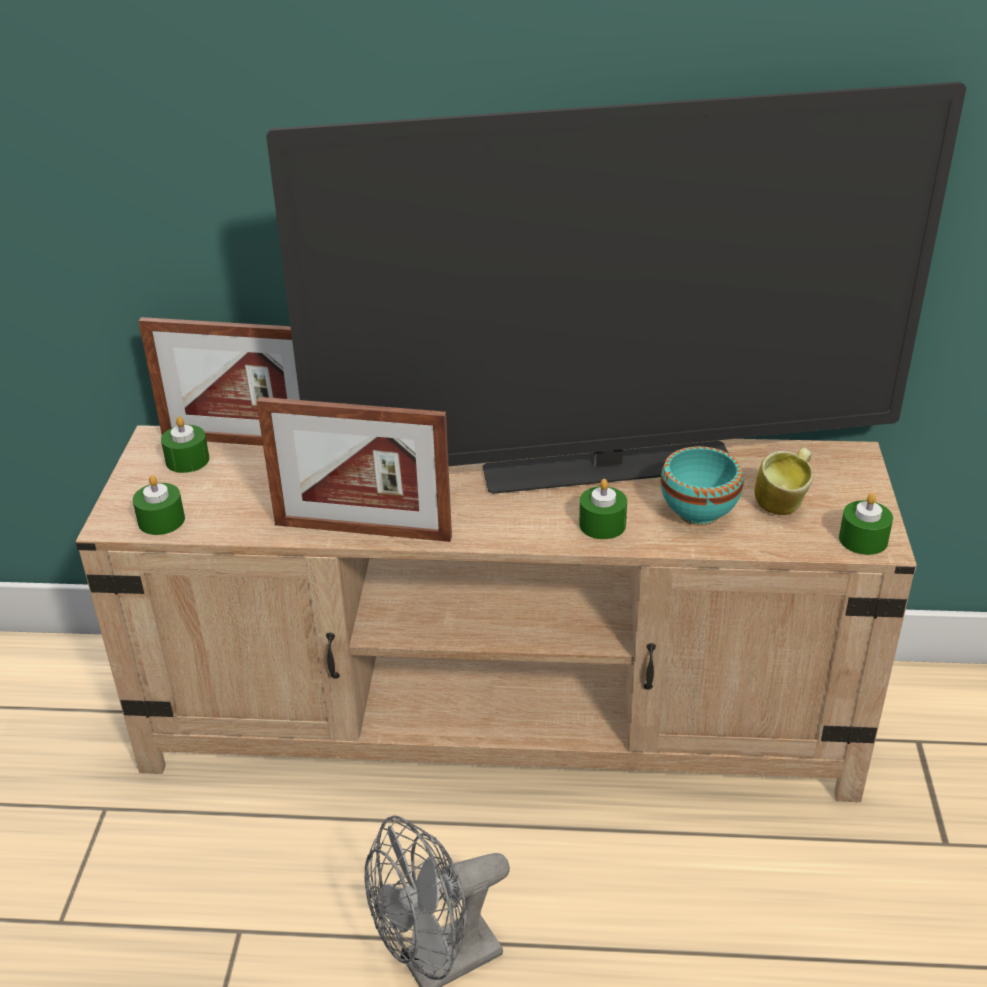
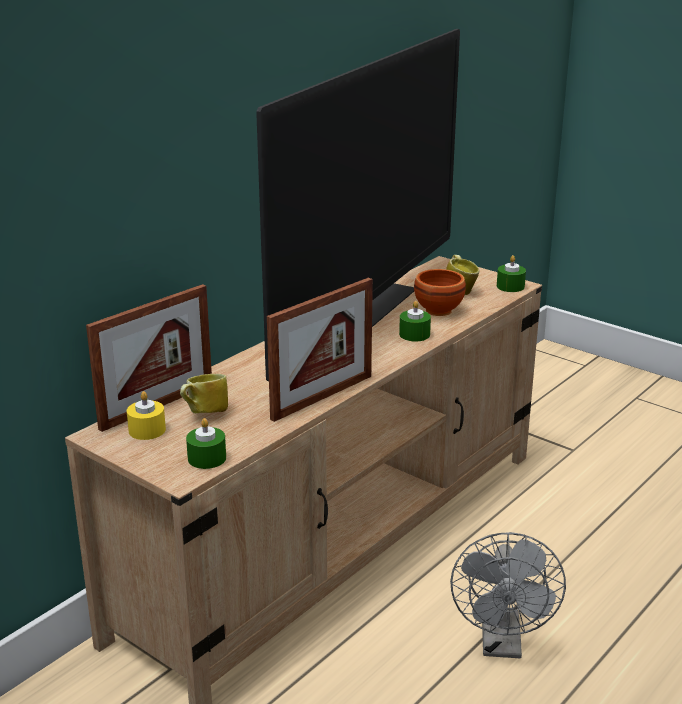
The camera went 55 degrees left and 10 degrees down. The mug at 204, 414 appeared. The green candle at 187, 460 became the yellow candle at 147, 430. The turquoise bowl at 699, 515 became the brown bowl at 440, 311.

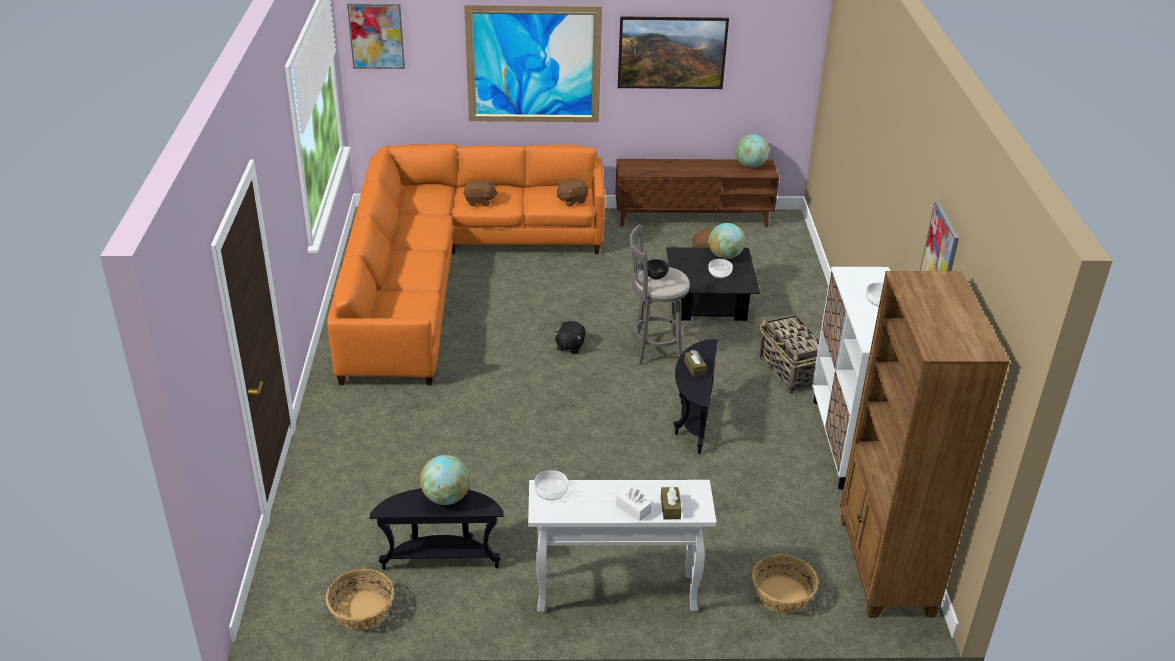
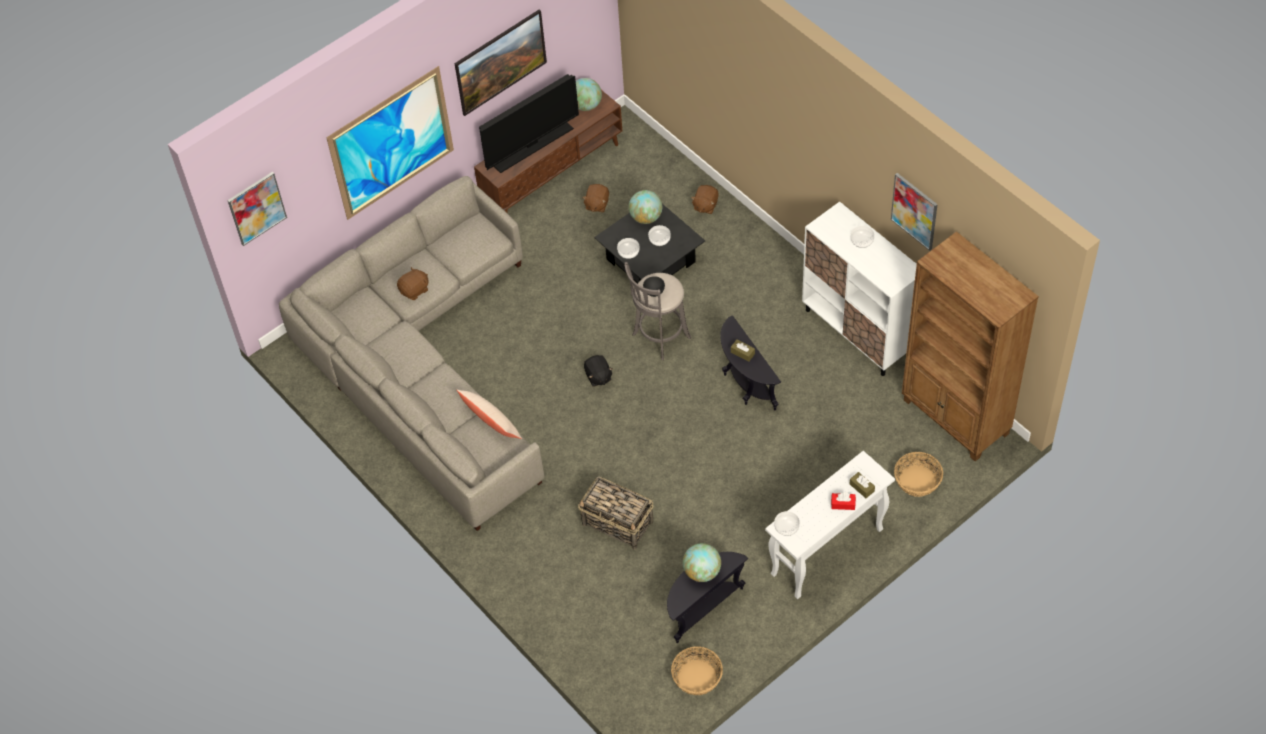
The camera went 35 degrees left and 20 degrees up. The beige pillow at 491, 423 appeared. The television at 532, 146 appeared. The bowl at 628, 252 appeared. The brown plush toy moved from 571, 200 to 705, 205. The basket moved from 790, 371 to 618, 523. The orange sofa at 447, 271 became the grey sofa at 424, 366. The white tissue box at 633, 509 became the red tissue box at 843, 504.

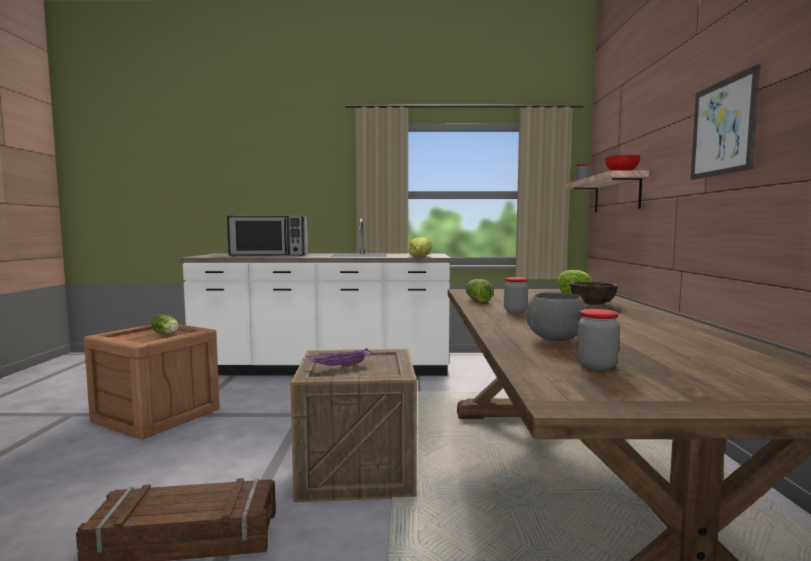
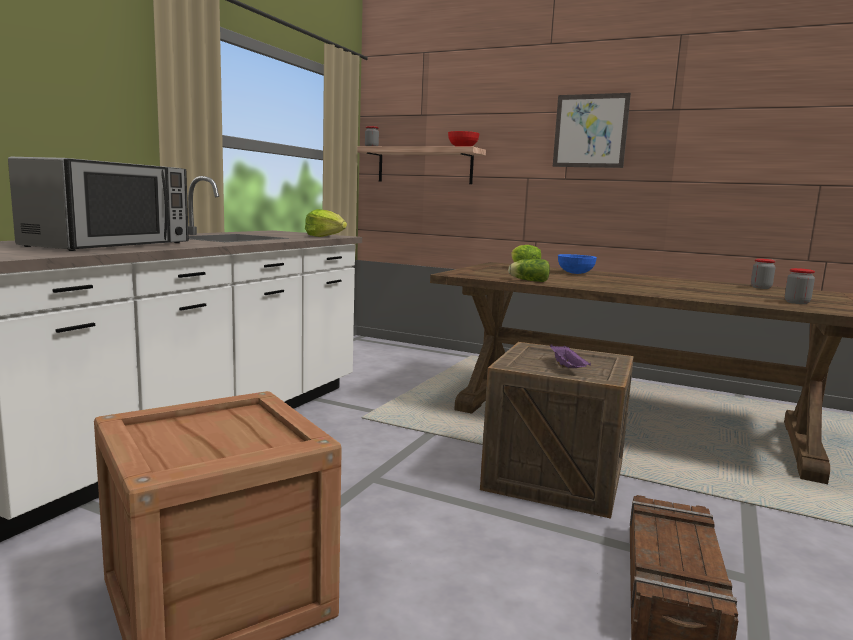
The camera went 65 degrees left and 5 degrees up. The lettuce at 167, 334 disappeared. The grey bowl at 554, 339 disappeared. The jar moved from 515, 311 to 761, 287. The brown bowl at 592, 304 became the blue bowl at 575, 273.

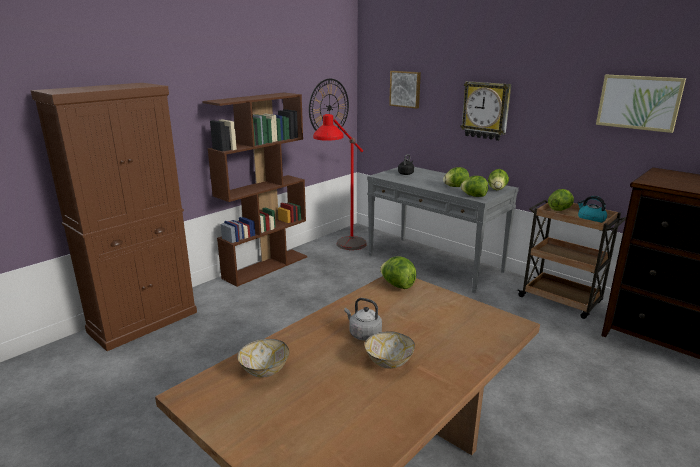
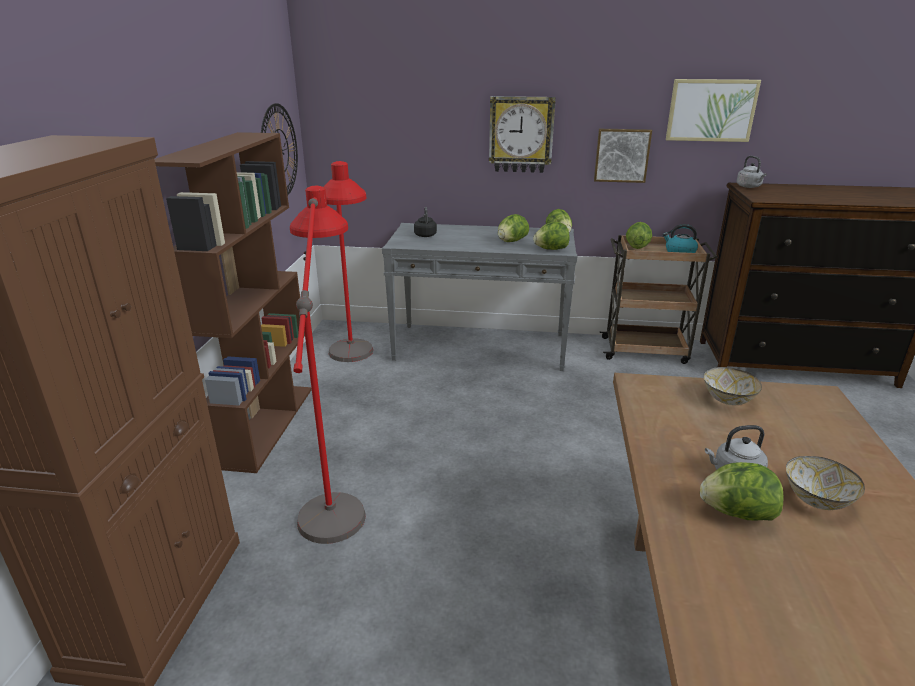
The camera went 35 degrees left and 5 degrees up. The red floor lamp at 336, 487 appeared. The grey kettle at 749, 187 appeared. The bowl moved from 264, 371 to 728, 400. The lettuce moved from 397, 285 to 736, 513. The picture moved from 405, 89 to 621, 155.

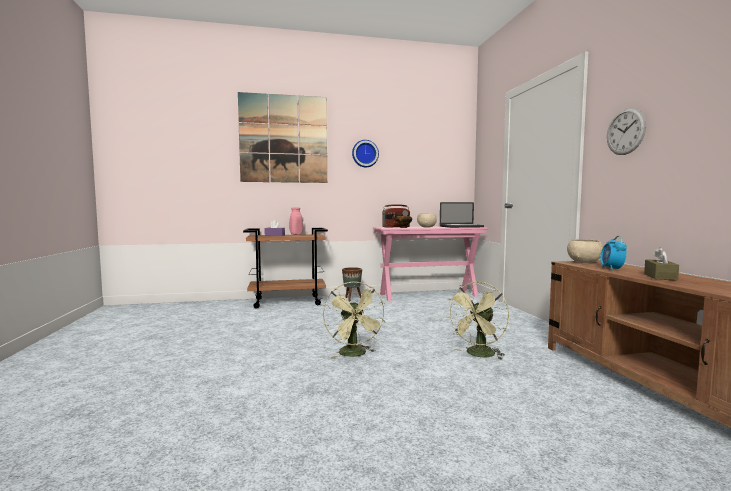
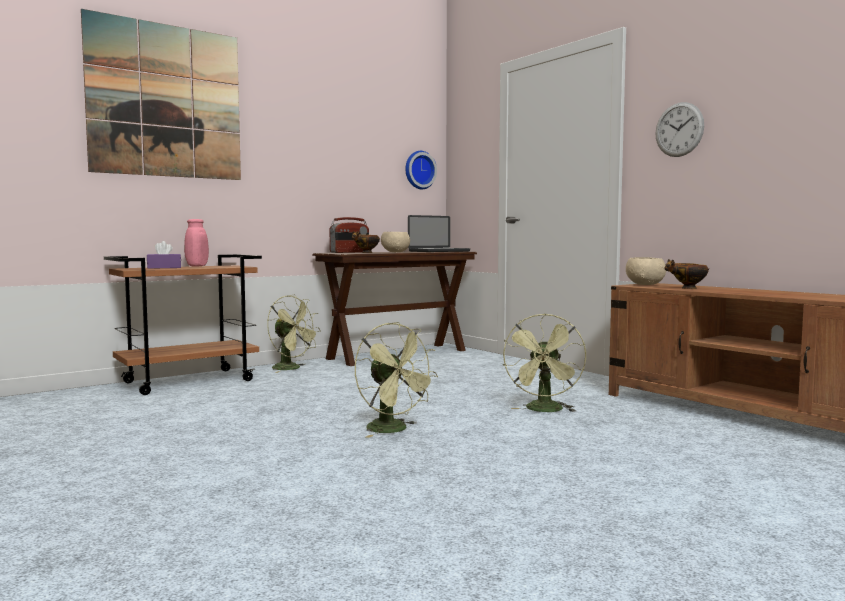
The camera went 25 degrees left and 0 degrees up. The brown tissue box at 660, 277 disappeared. The wall clock moved from 365, 154 to 419, 170. The brown planter at 352, 299 was replaced by the green fan at 292, 368. The alarm clock at 612, 269 was replaced by the bowl at 687, 288. The pink console table at 428, 295 became the brown console table at 398, 354.

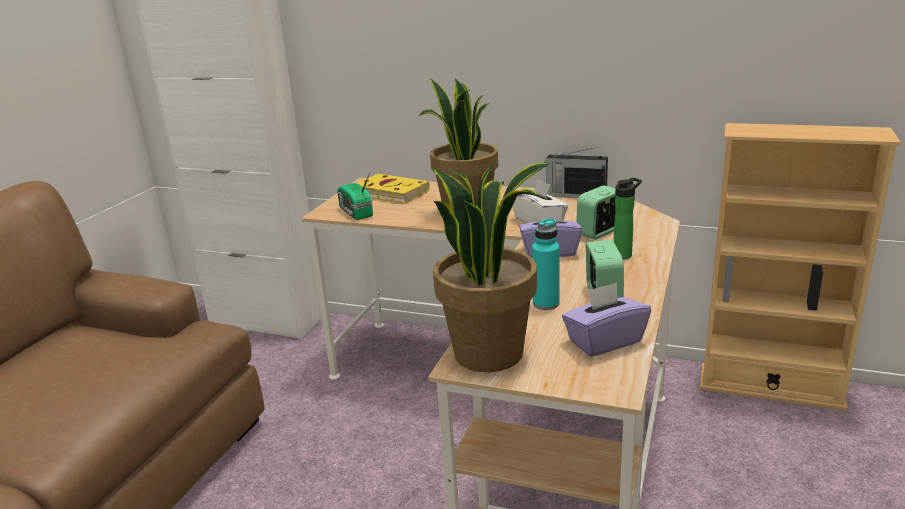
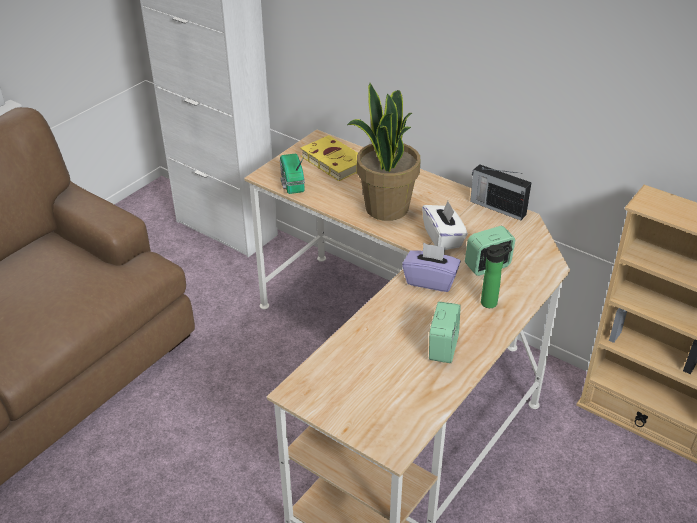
The camera went 15 degrees right and 15 degrees up. The potted plant at 489, 352 disappeared. The turquoise bottle at 546, 304 disappeared. The purple tissue box at 604, 341 disappeared.

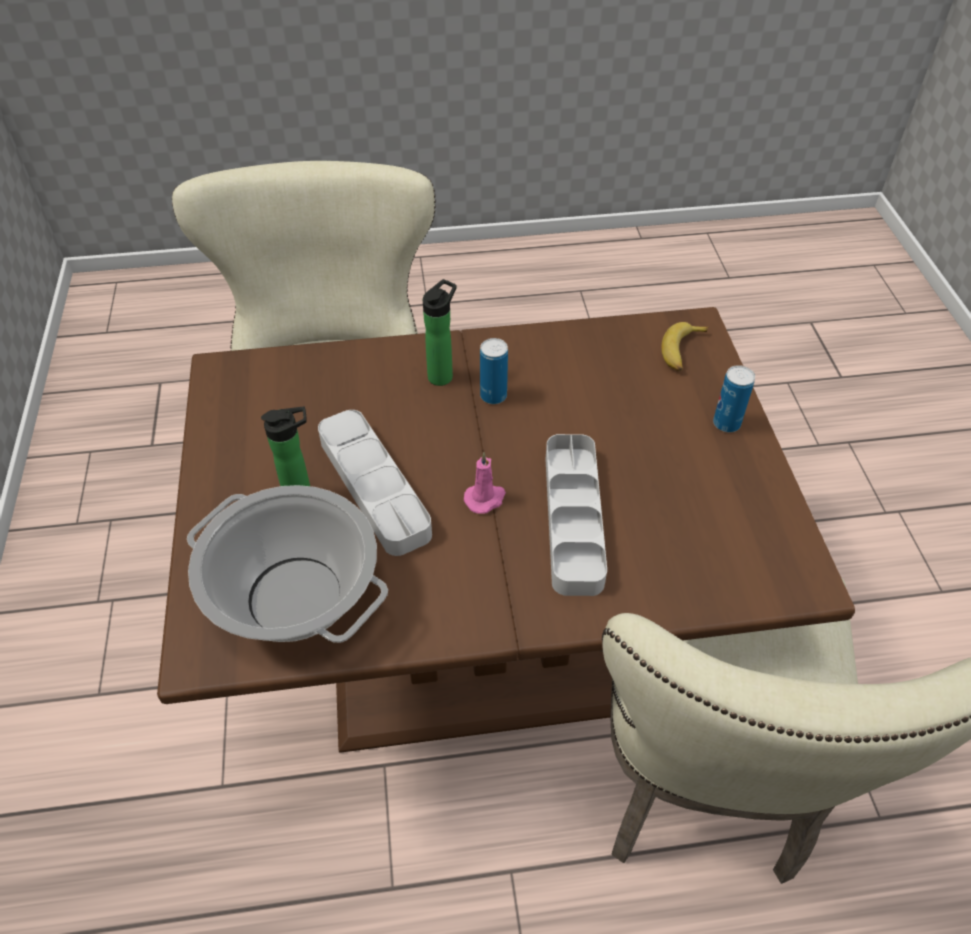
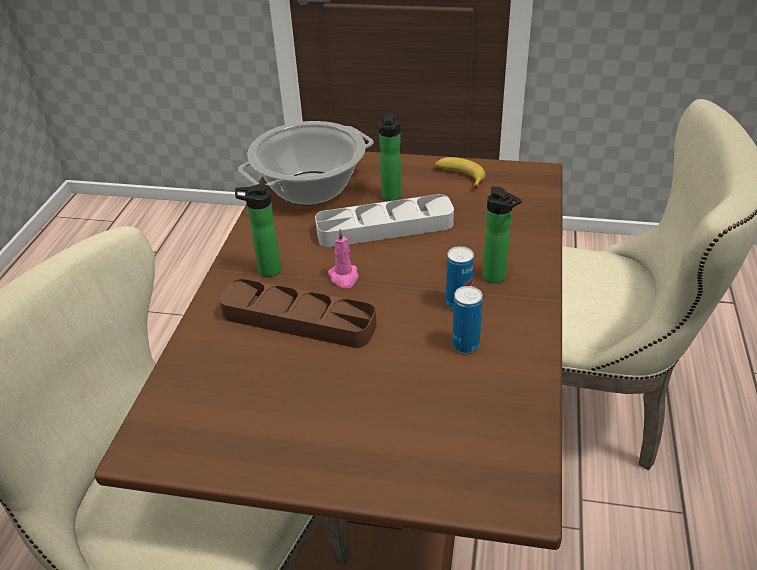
The camera went 110 degrees right and 10 degrees down. The bottle at 265, 270 appeared. The banana moved from 682, 352 to 459, 176. The can moved from 726, 423 to 465, 345. The grey tray at 573, 518 became the brown tray at 298, 319.

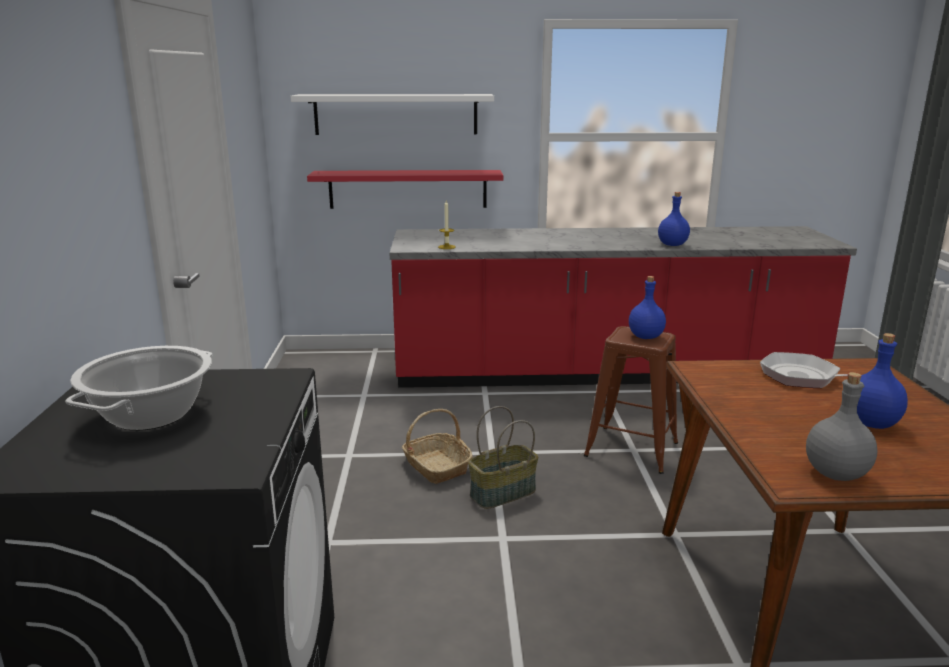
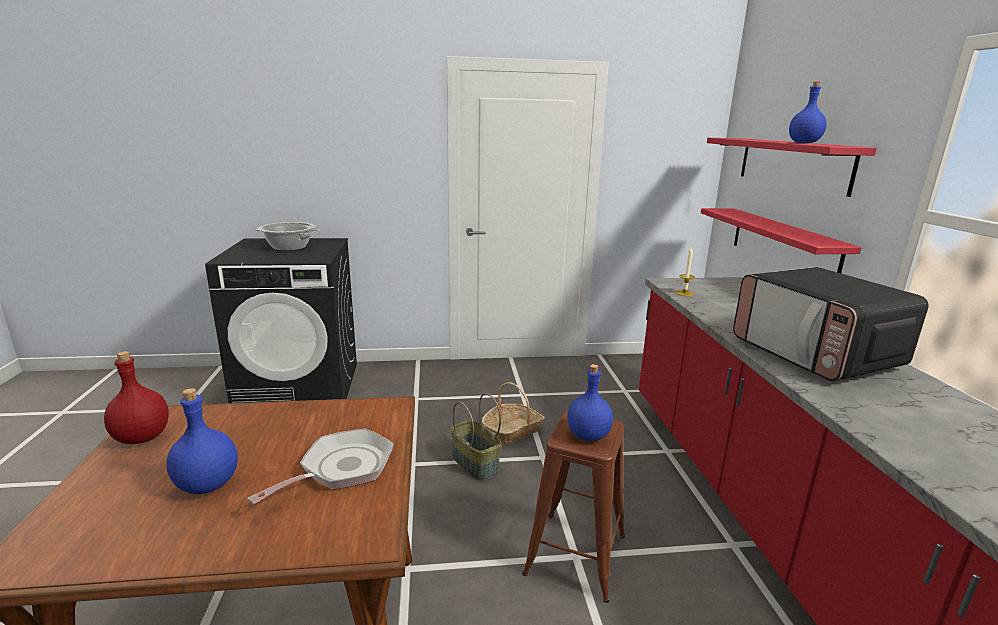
The camera went 85 degrees right and 0 degrees up. The microwave at 815, 354 appeared. The blue bottle moved from 672, 245 to 803, 143. The white shelf at 396, 114 became the red shelf at 792, 163. The grey bottle at 835, 473 became the red bottle at 143, 437.

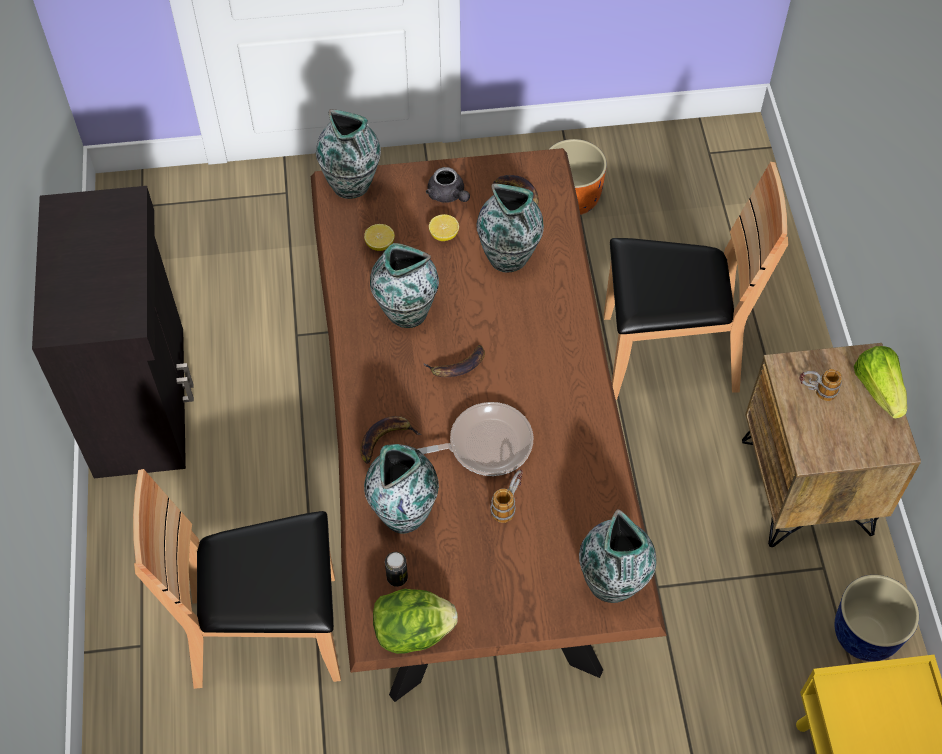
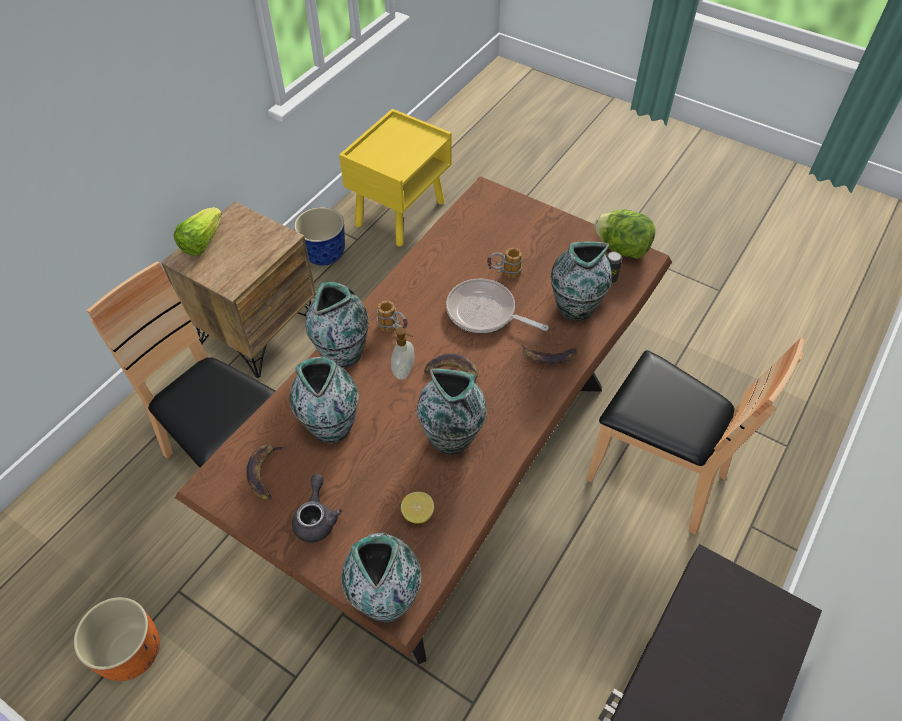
The camera went 140 degrees left and 5 degrees down. The lemon at 444, 235 disappeared. The soap dispenser at 404, 371 appeared. The vase moved from 612, 583 to 343, 353. The mug moved from 816, 391 to 394, 329.

